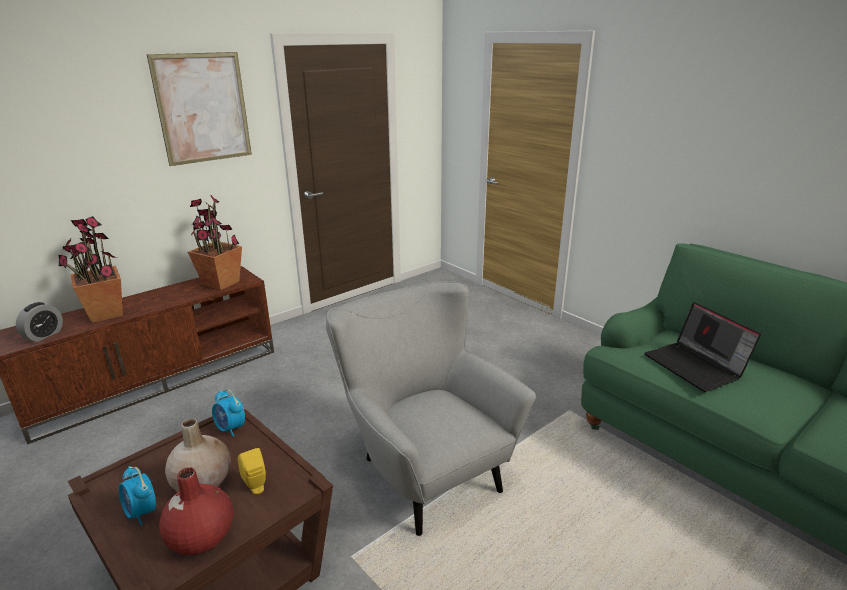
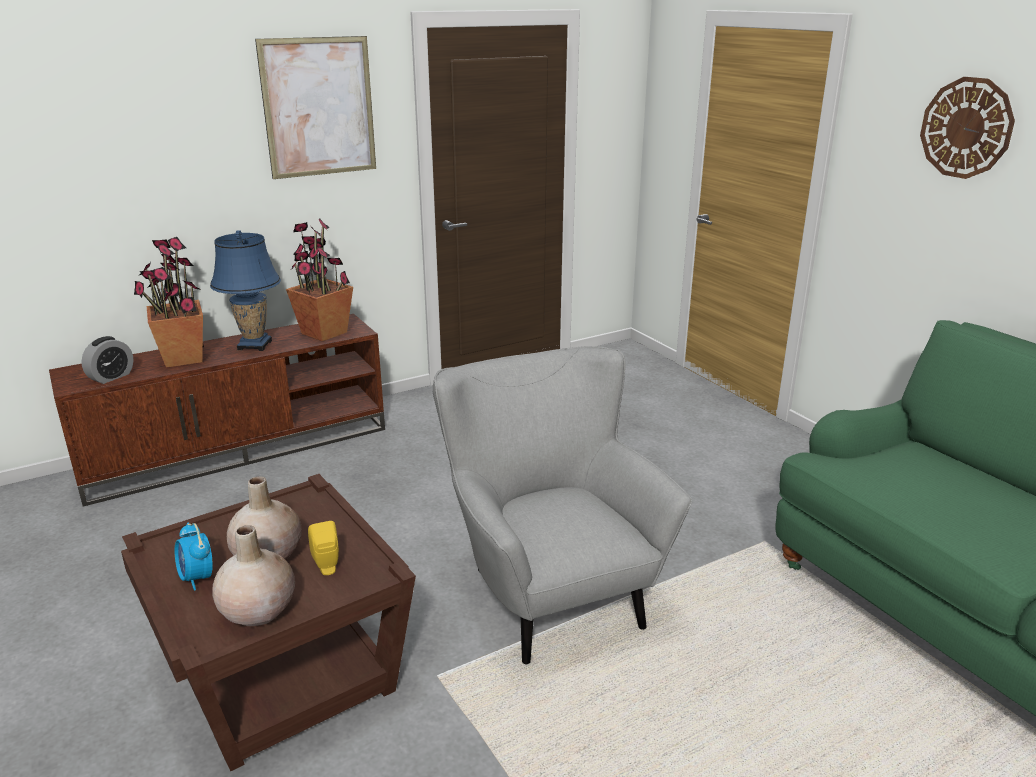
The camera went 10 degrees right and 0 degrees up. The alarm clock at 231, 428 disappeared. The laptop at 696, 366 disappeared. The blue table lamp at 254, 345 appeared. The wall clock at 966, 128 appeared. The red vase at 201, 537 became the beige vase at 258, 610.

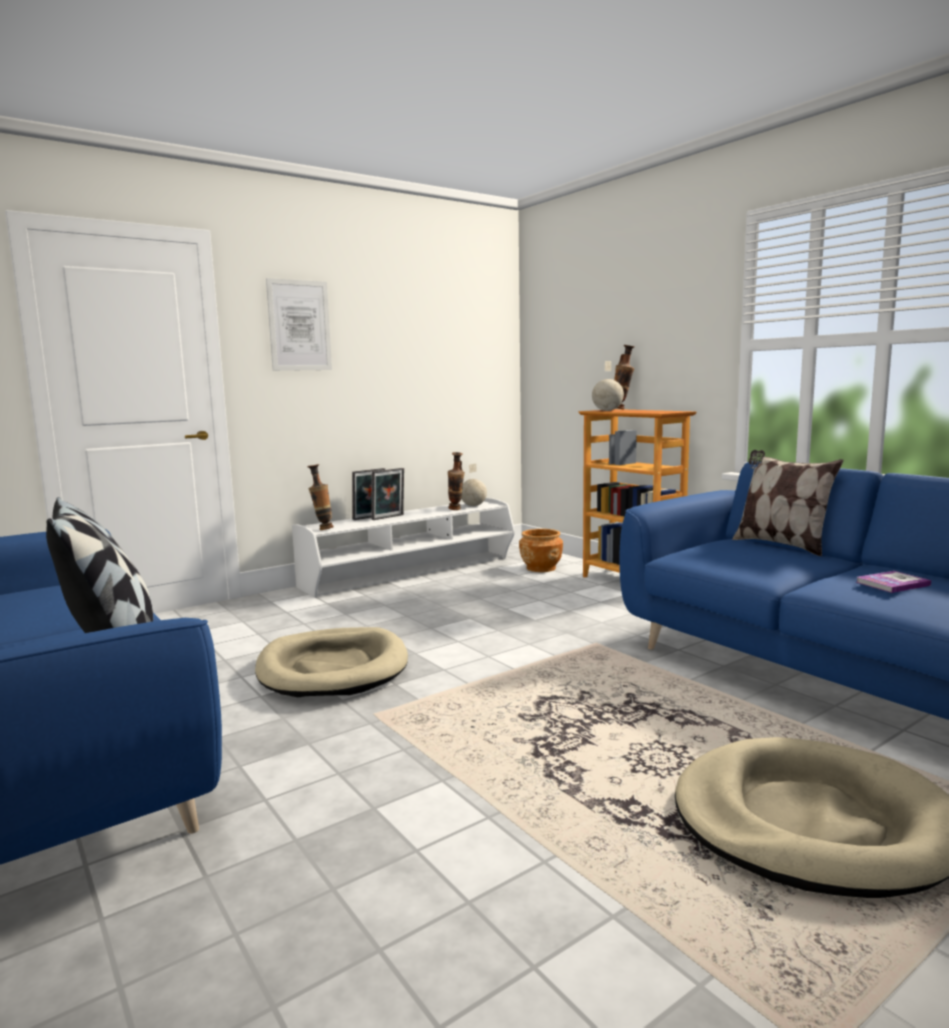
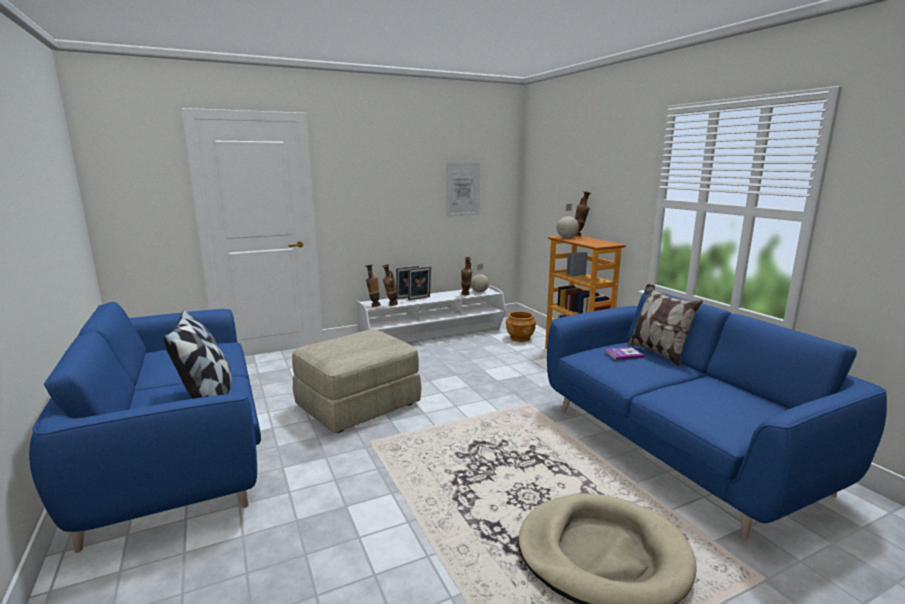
The camera went 10 degrees right and 5 degrees up. The vase at 390, 305 appeared. The picture moved from 299, 325 to 462, 189. The book moved from 892, 584 to 623, 354. The beige dog bed at 333, 668 was replaced by the beige ottoman at 358, 404.

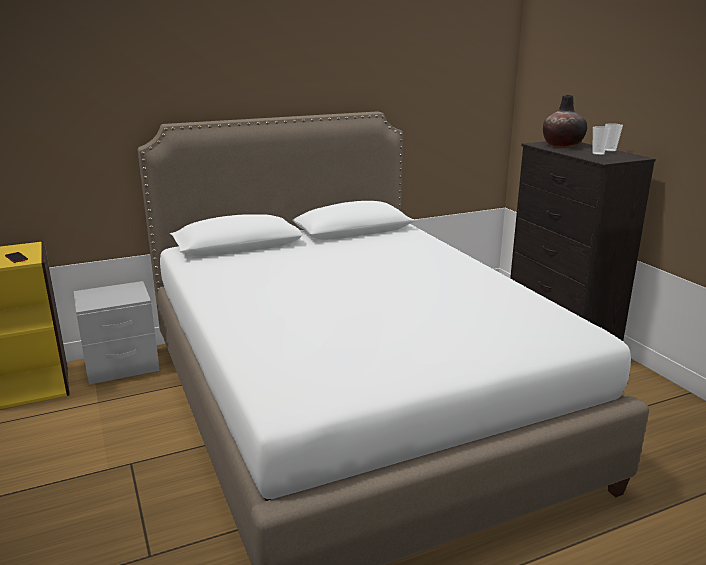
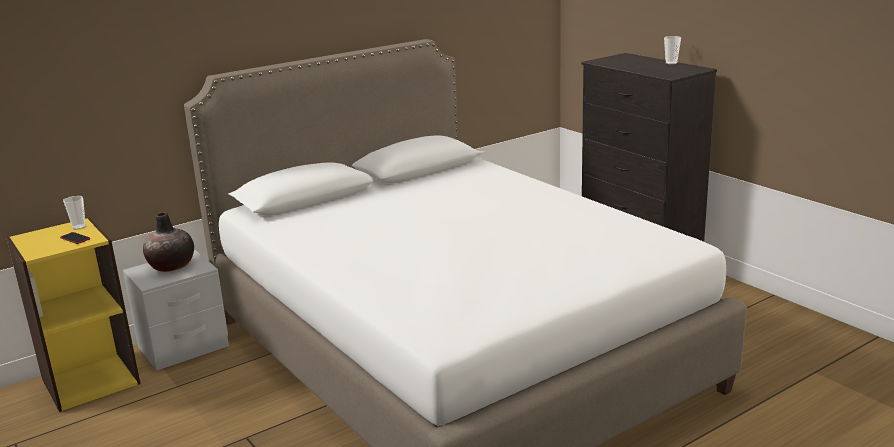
The camera went 10 degrees left and 0 degrees up. The vase moved from 562, 145 to 171, 266. The cup moved from 598, 154 to 79, 227.

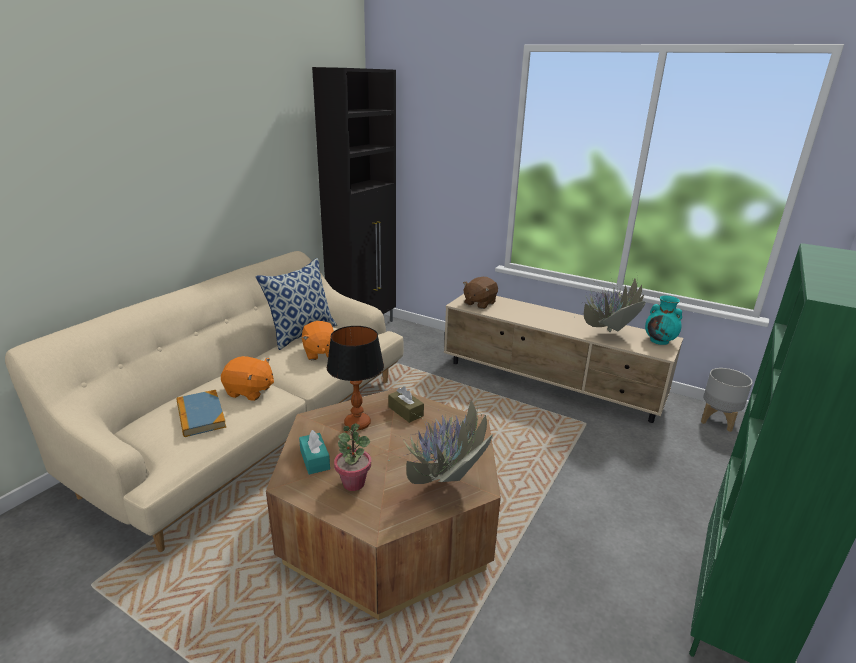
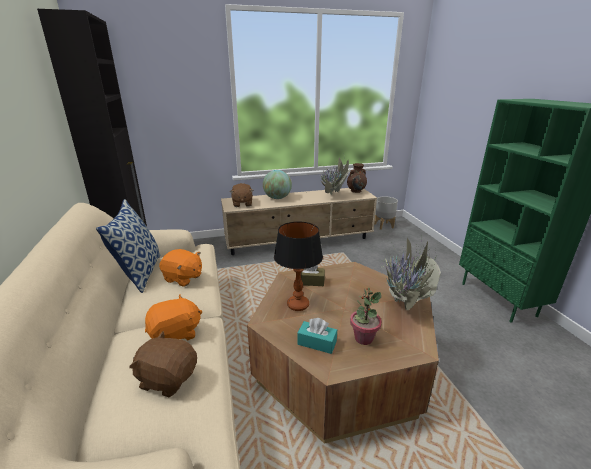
The camera went 45 degrees left and 0 degrees up. The globe at 277, 198 appeared. The book at 201, 415 was replaced by the brown plush toy at 168, 378. The turquoise vase at 660, 341 became the brown vase at 356, 191.

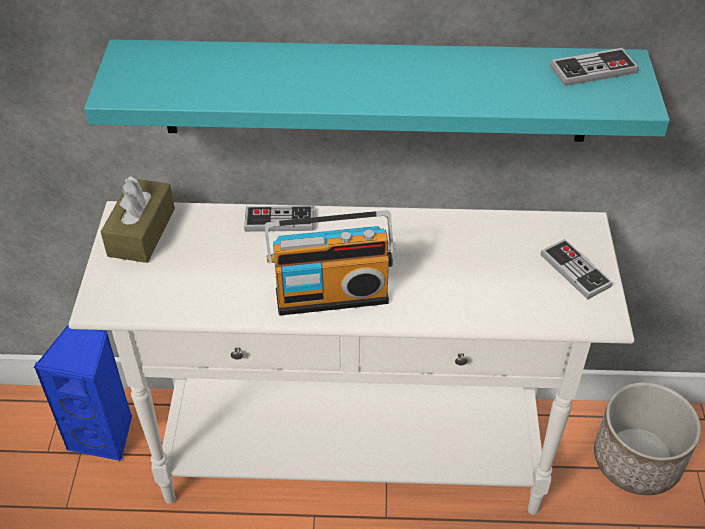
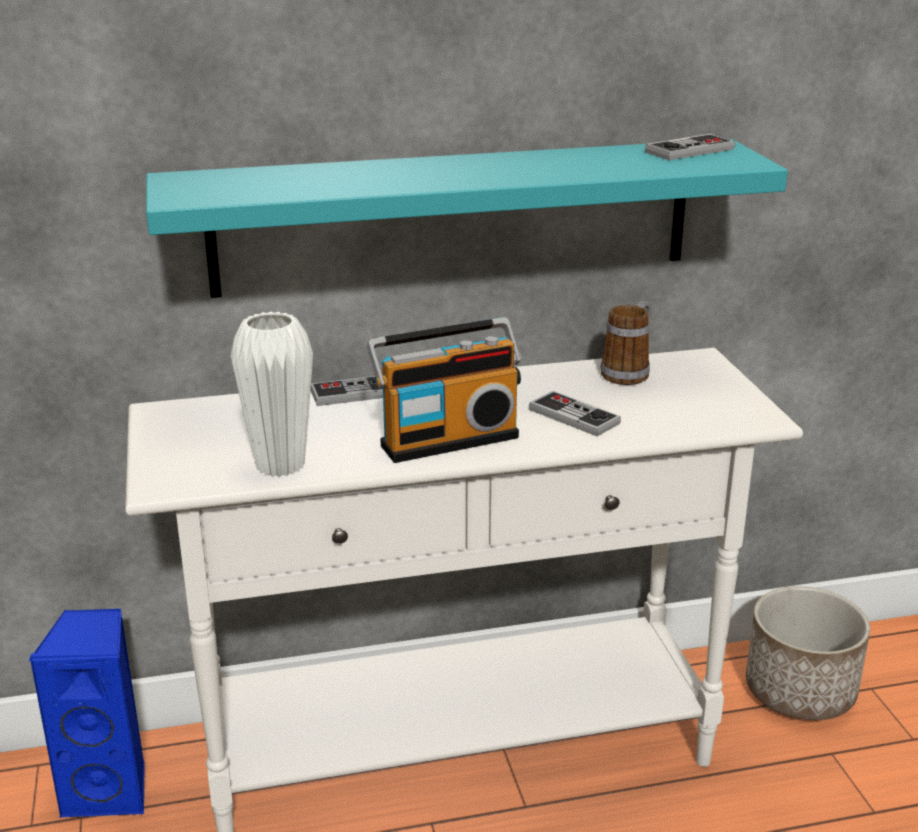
The camera went 15 degrees left and 20 degrees down. The brown tissue box at 141, 232 disappeared. The white vase at 280, 465 appeared. The mug at 629, 371 appeared. The game controller moved from 575, 270 to 574, 416.

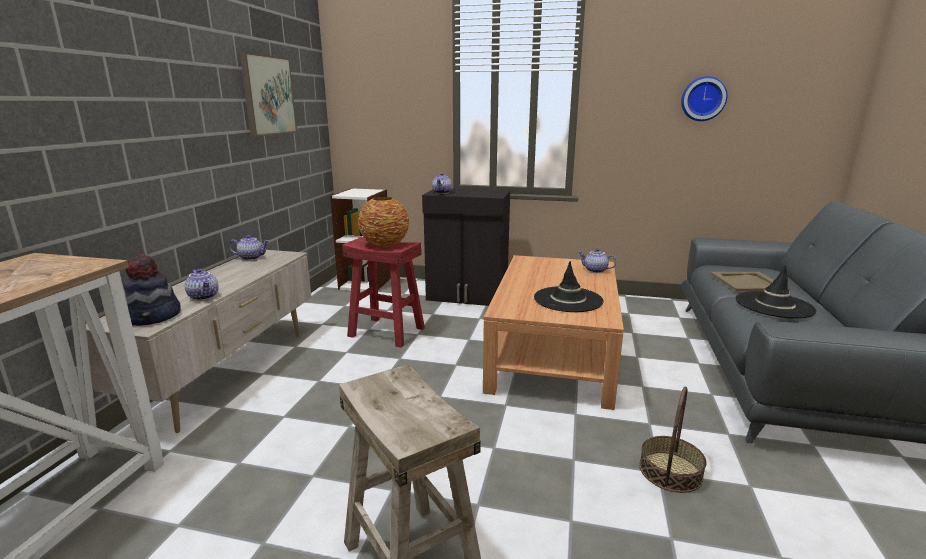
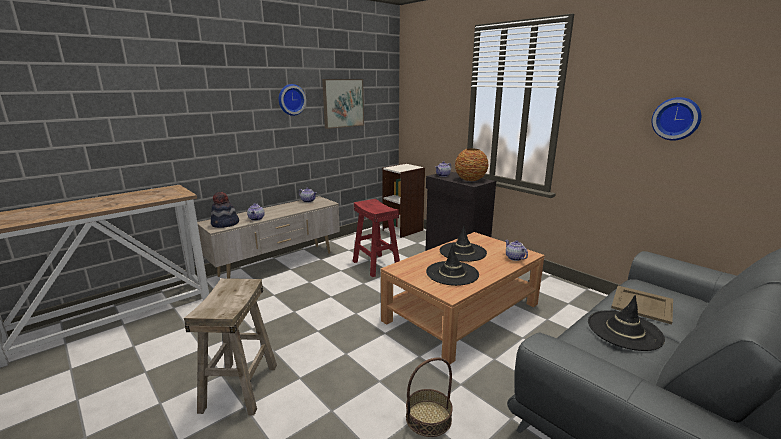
The camera went 35 degrees right and 0 degrees up. The wall clock at 291, 99 appeared. The black hat at 462, 252 appeared. The vase moved from 384, 244 to 470, 179.

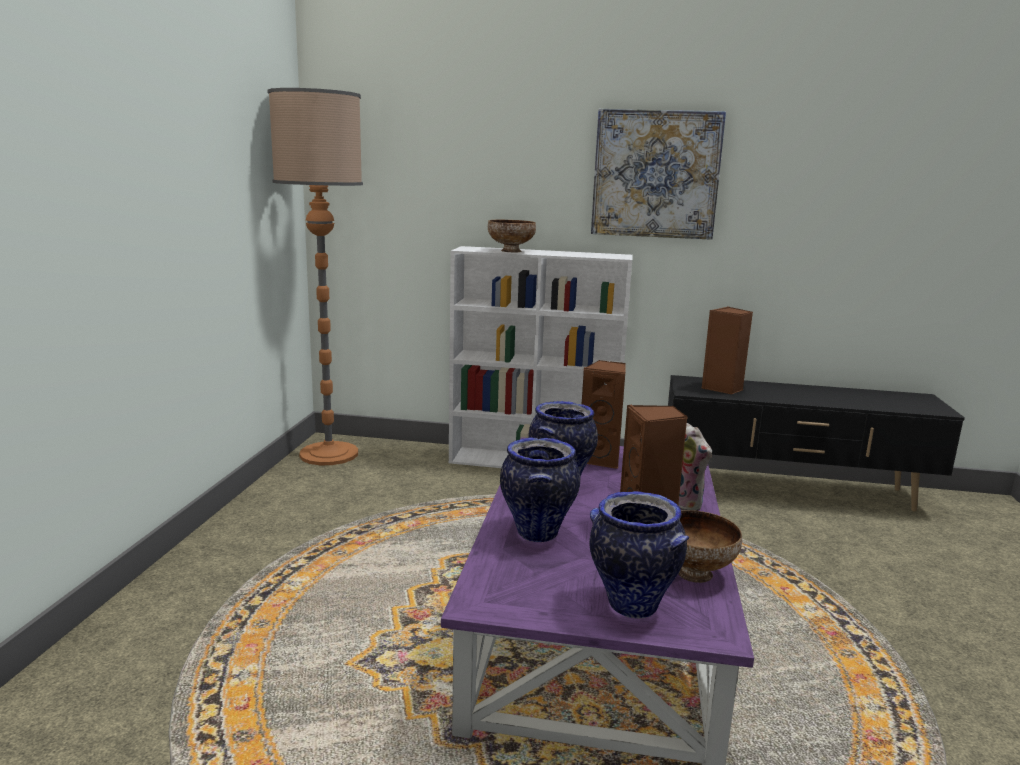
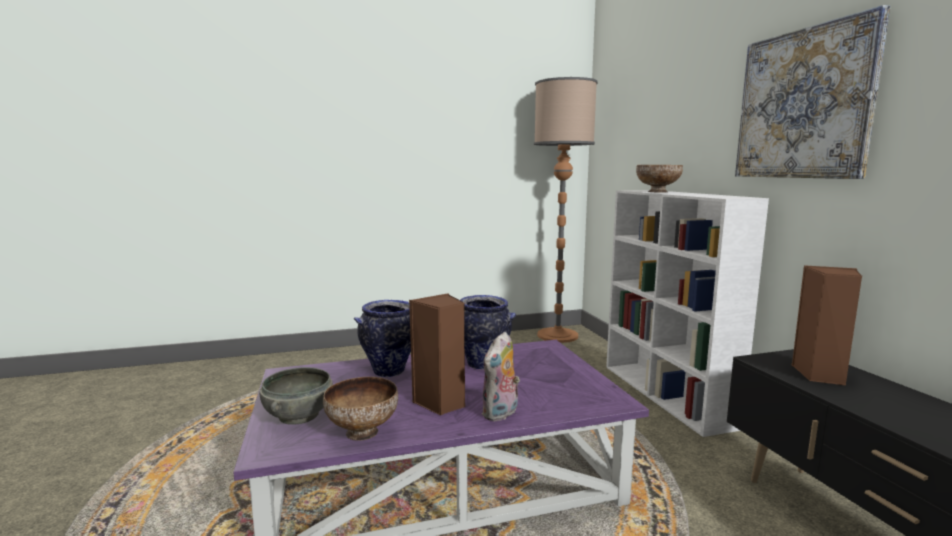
The camera went 65 degrees right and 5 degrees down. The brown speaker at 601, 459 disappeared. The vase at 631, 605 was replaced by the grey bowl at 298, 415.

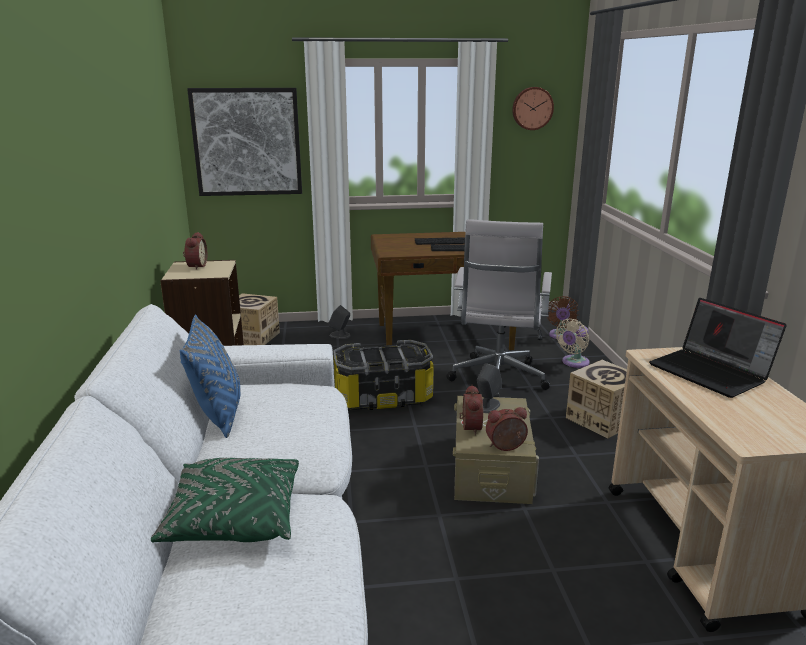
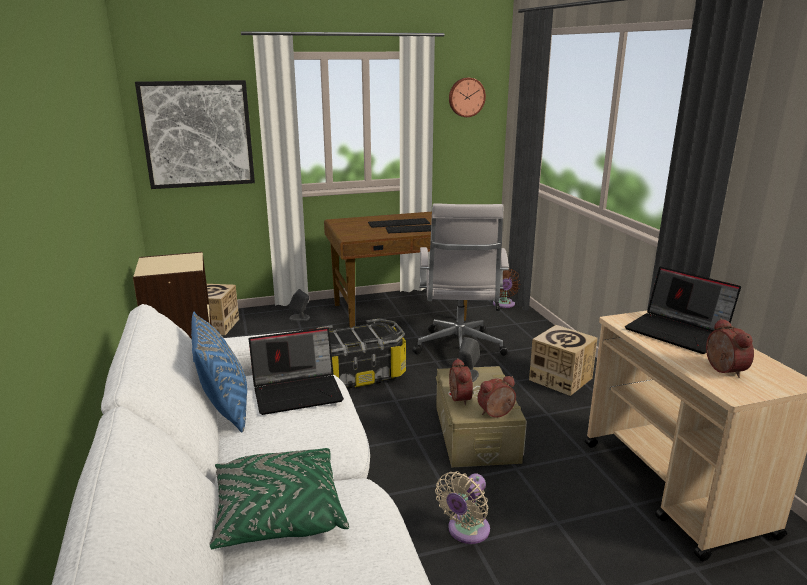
The camera went 10 degrees left and 0 degrees up. The laptop at 298, 392 appeared. The alarm clock moved from 195, 266 to 722, 370. The beige fan moved from 573, 363 to 466, 531.

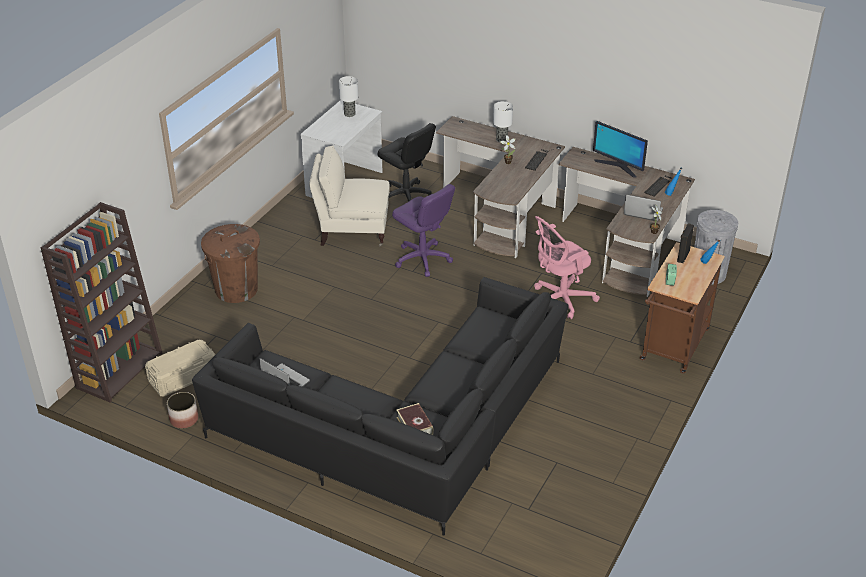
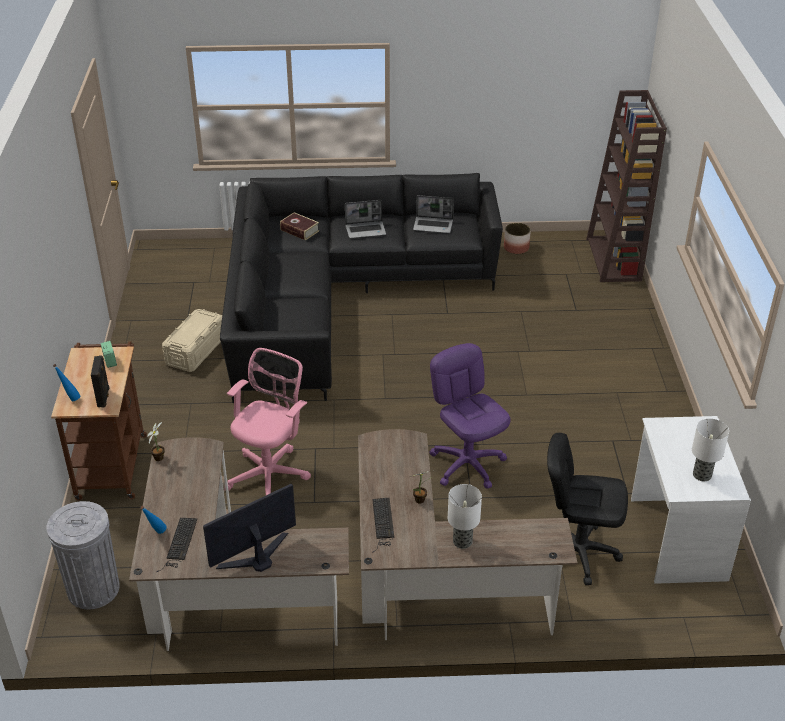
The camera went 150 degrees right and 0 degrees up. The brown trash can at 236, 289 disappeared. The beige armchair at 352, 230 disappeared. The beige storage box moved from 183, 377 to 196, 351. The laptop moved from 642, 212 to 366, 230. The purple office chair at 422, 259 turned 45 degrees clockwise. The monitor at 618, 166 turned 45 degrees counterclockwise.

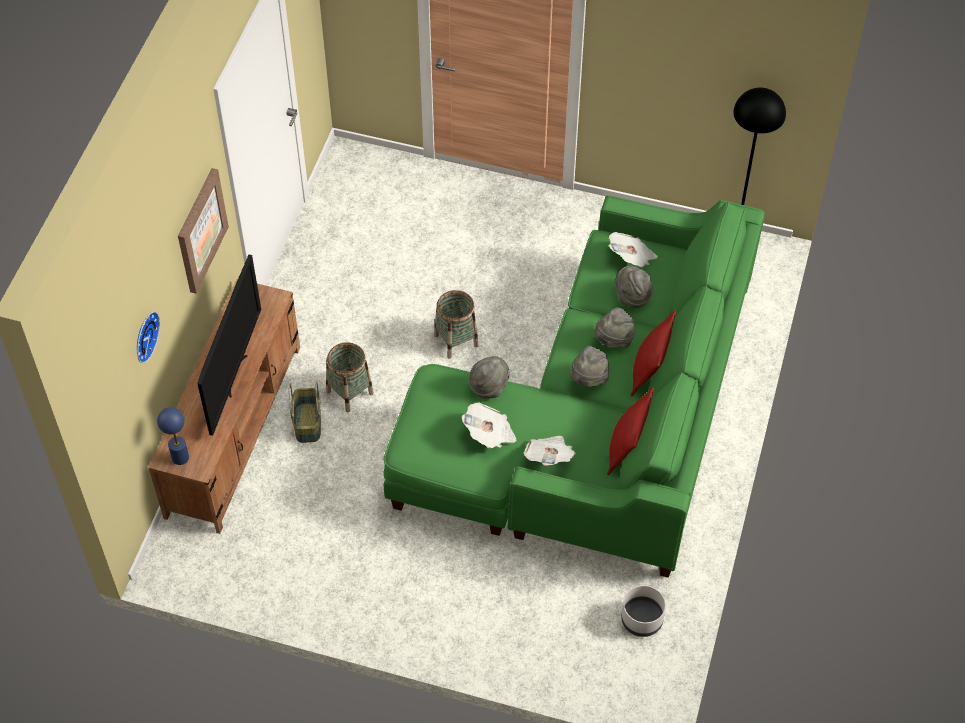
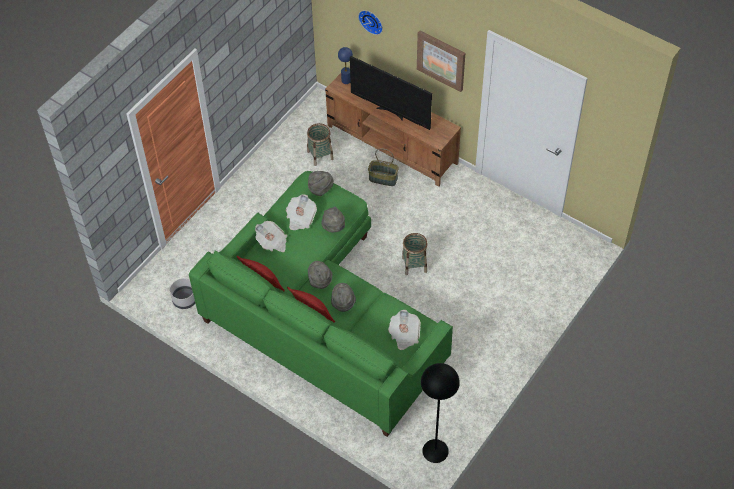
The camera went 110 degrees right and 0 degrees up. The basket moved from 349, 392 to 320, 155. The grey hat moved from 632, 296 to 320, 189.

